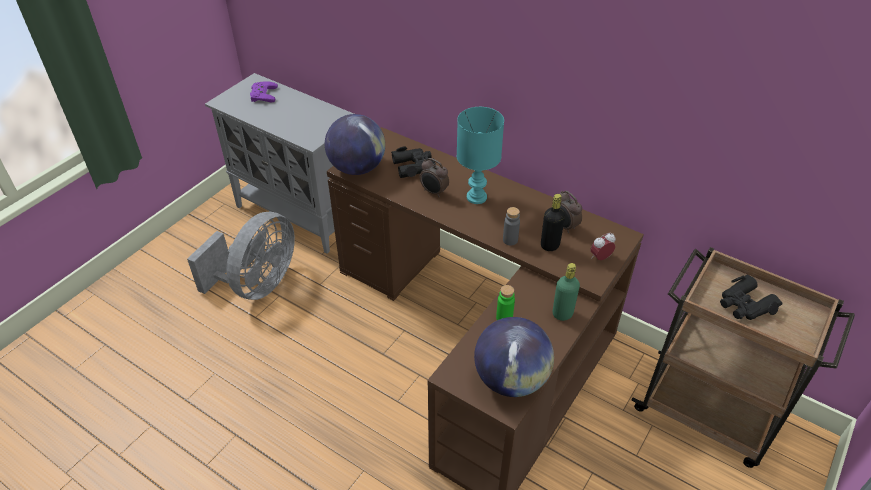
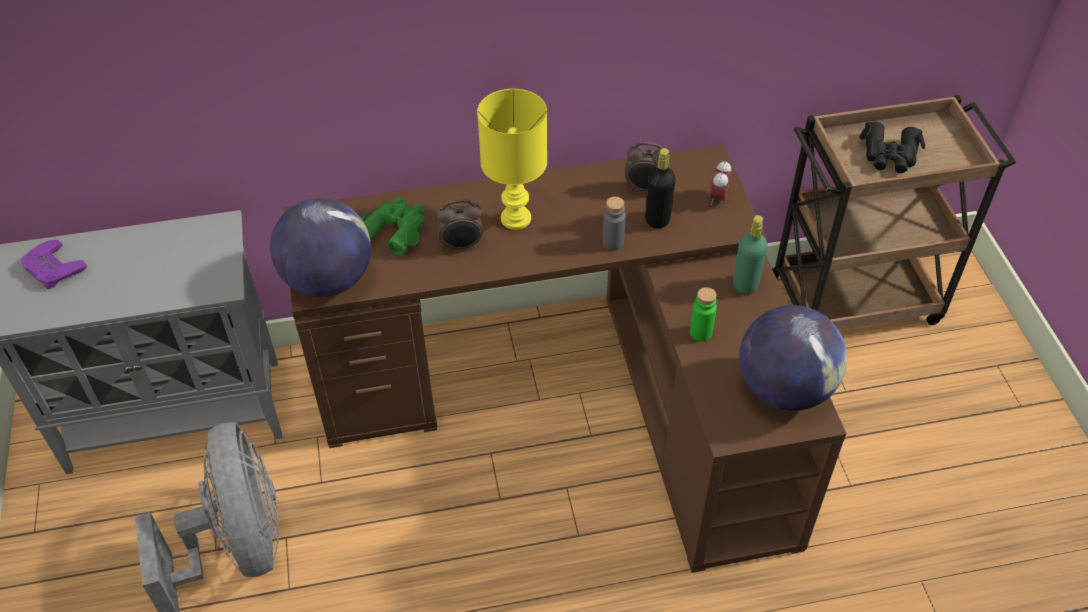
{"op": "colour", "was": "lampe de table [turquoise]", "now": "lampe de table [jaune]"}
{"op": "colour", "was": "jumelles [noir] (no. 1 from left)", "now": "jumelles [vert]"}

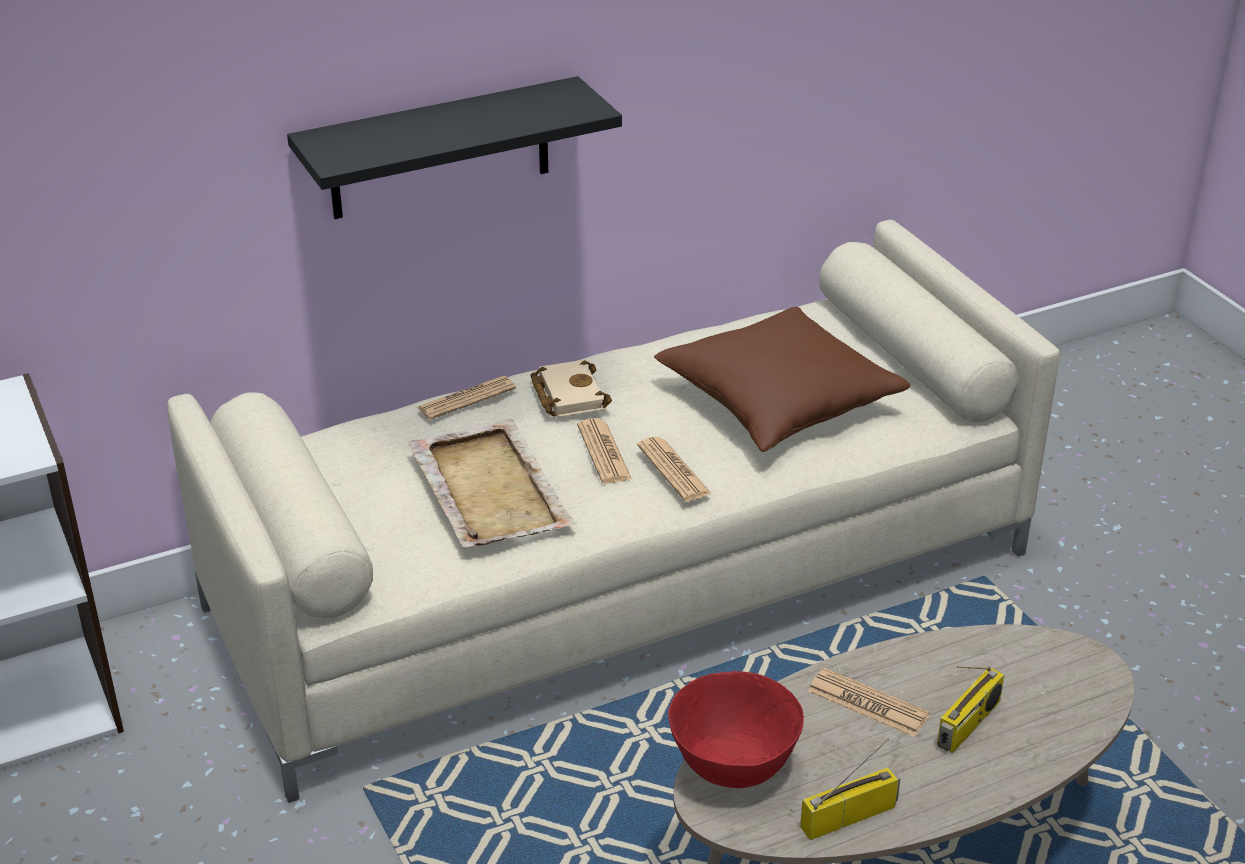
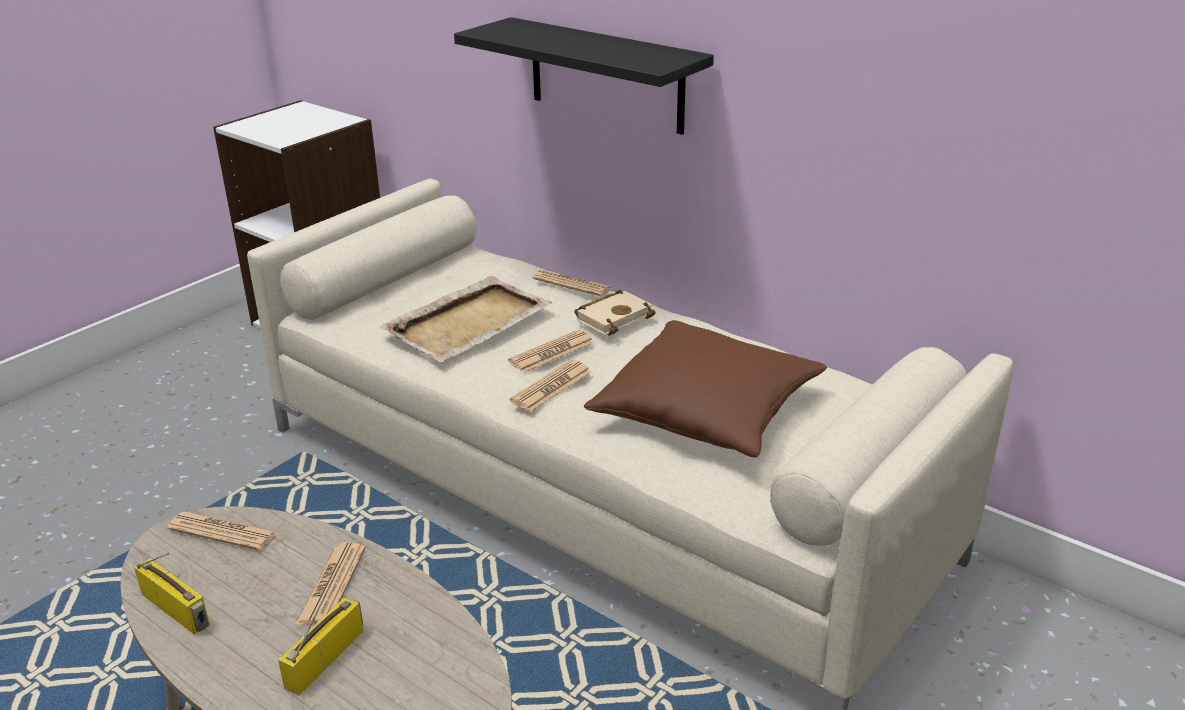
{"op": "spun", "was": "radio (no. 2 from left)", "clockwise": 105}
{"op": "exchanged", "was": "bol [rouge]", "now": "journal (no. 1 from left)"}

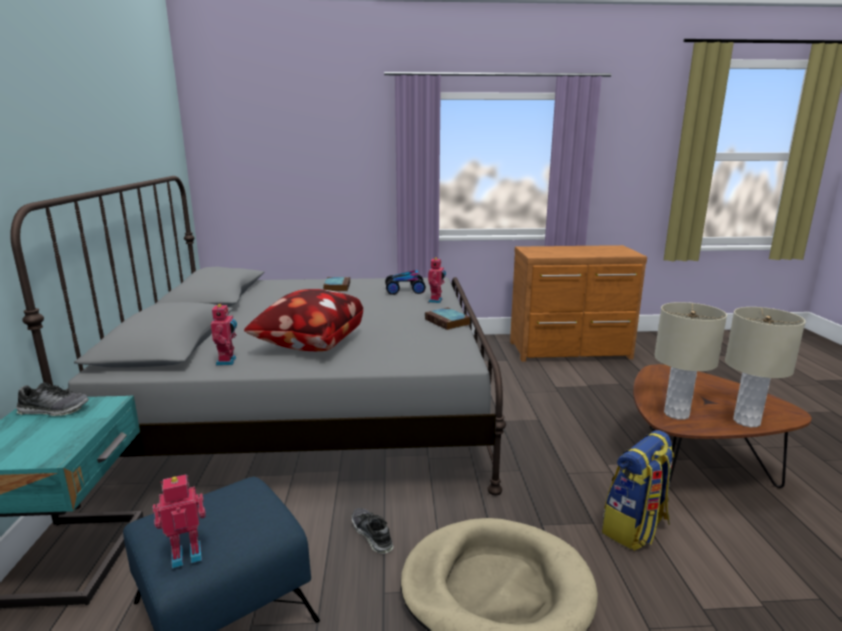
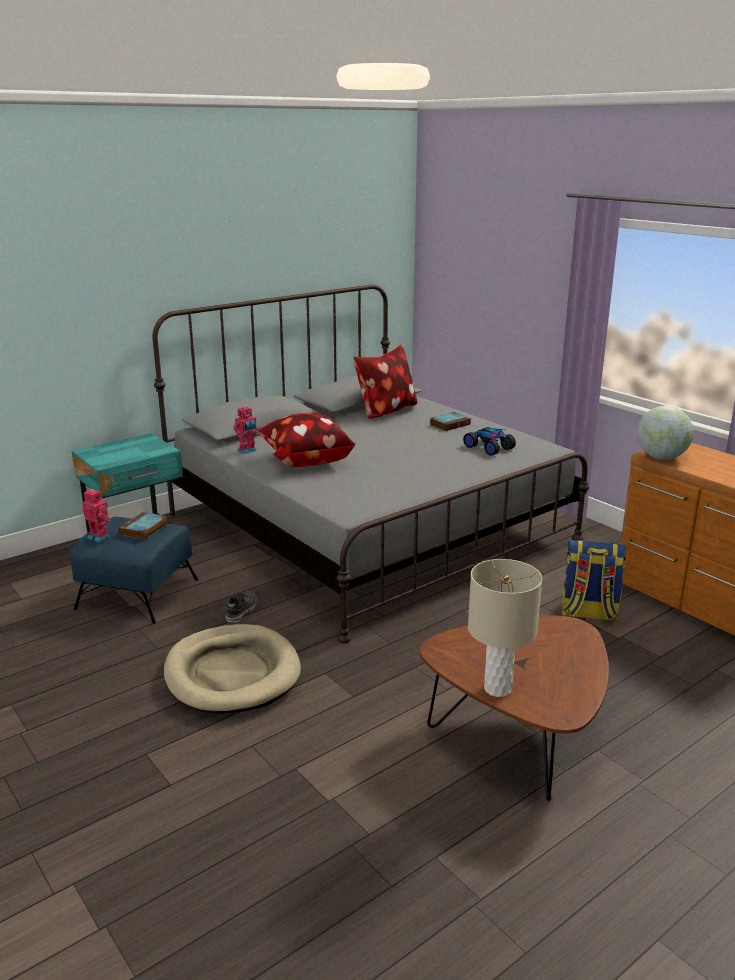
{"op": "missing", "was": "robot jouet (no. 3 from left)"}
{"op": "missing", "was": "lampe de table [beige] (no. 1 from left)"}
{"op": "relocated", "was": "livre (no. 2 from left in the first image)", "now": "livre (no. 1 from left)"}
{"op": "missing", "was": "chaussure (no. 1 from left)"}
{"op": "relocated", "was": "sac à dos"}
{"op": "appeared", "now": "coussin (no. 2 from left)"}
{"op": "appeared", "now": "globe"}

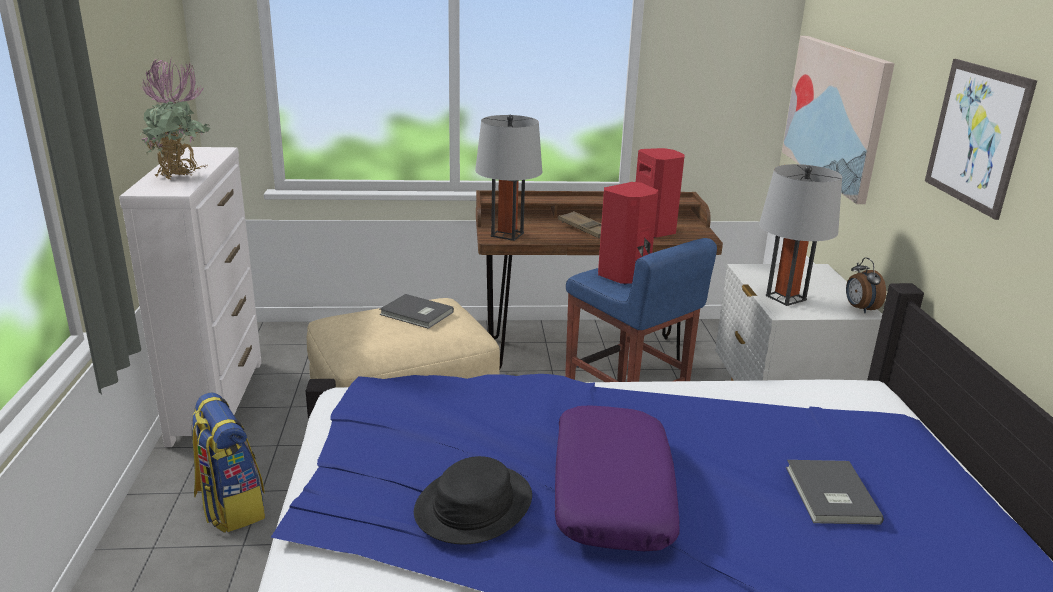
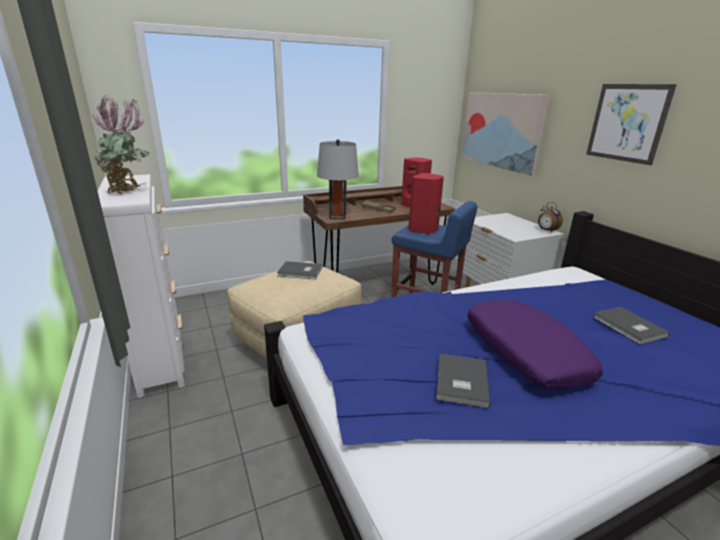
{"op": "missing", "was": "lampe de table [gris] (no. 2 from left)"}
{"op": "missing", "was": "sac à dos"}
{"op": "exchanged", "was": "chapeau [noir]", "now": "livre [gris] (no. 2 from left)"}

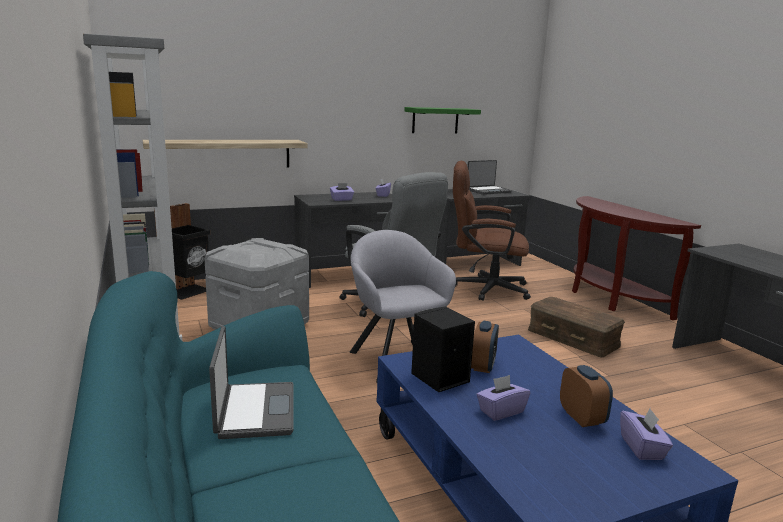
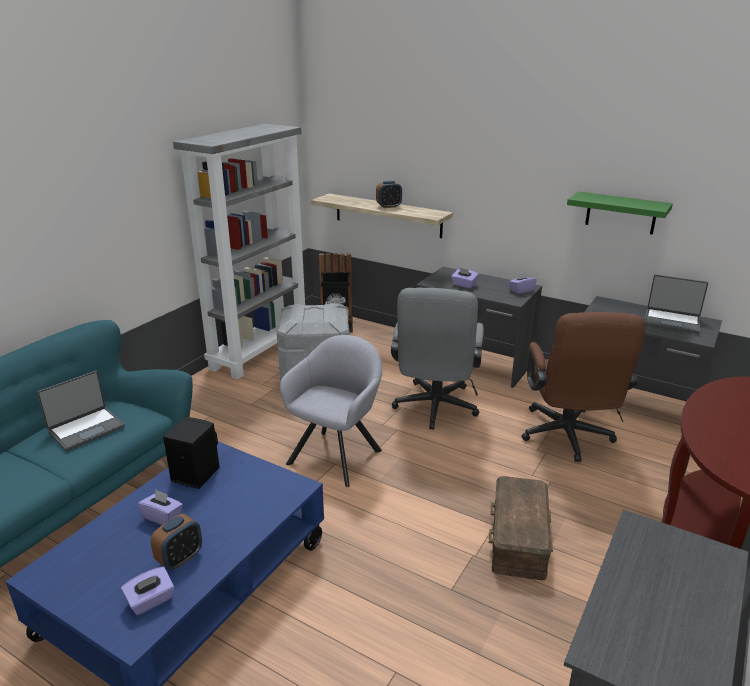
{"op": "spun", "was": "chaise de bureau [marron]", "clockwise": -150}
{"op": "relocated", "was": "réveil (no. 1 from left in the first image)", "now": "réveil (no. 2 from left)"}

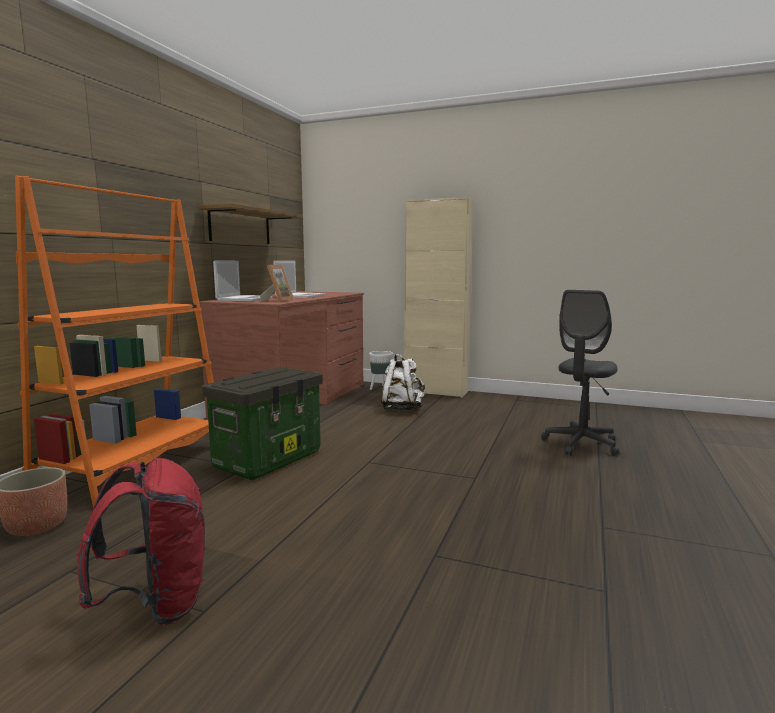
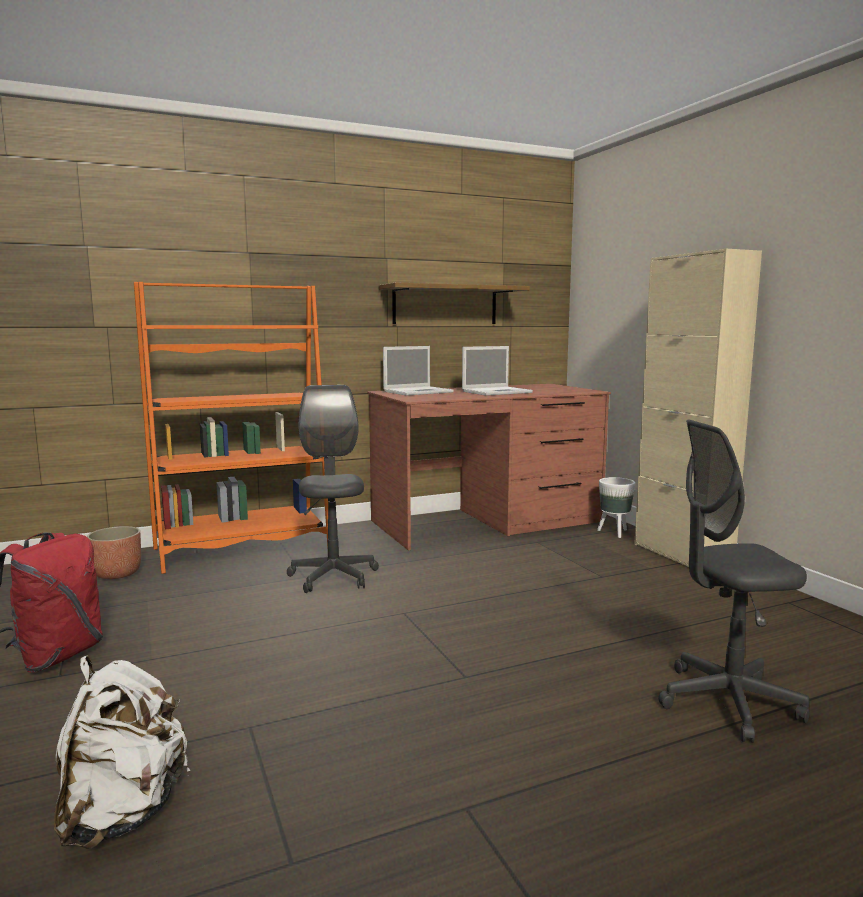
{"op": "missing", "was": "cadre photo"}
{"op": "relocated", "was": "sac à dos [blanc]"}
{"op": "exchanged", "was": "boîte de rangement", "now": "chaise de bureau [gris] (no. 1 from left)"}

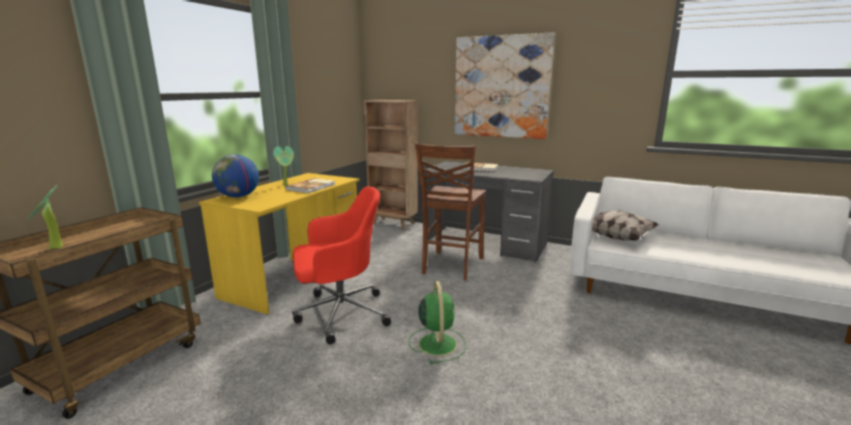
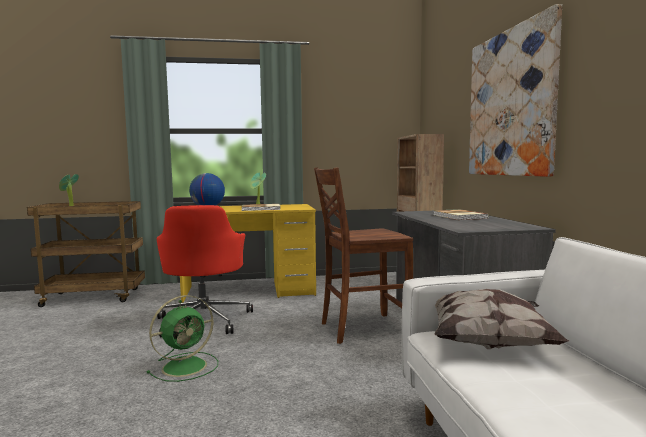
{"op": "spun", "was": "chaise de bureau [rouge]", "clockwise": 45}

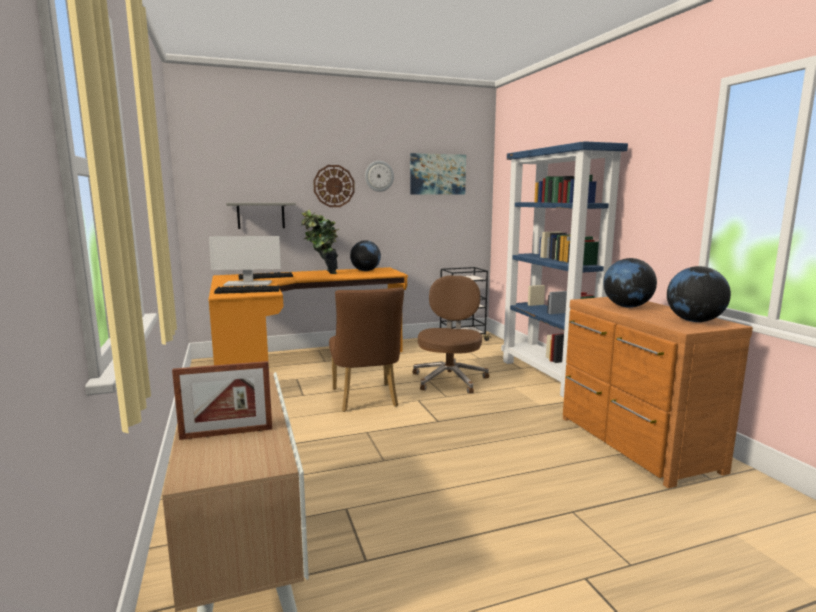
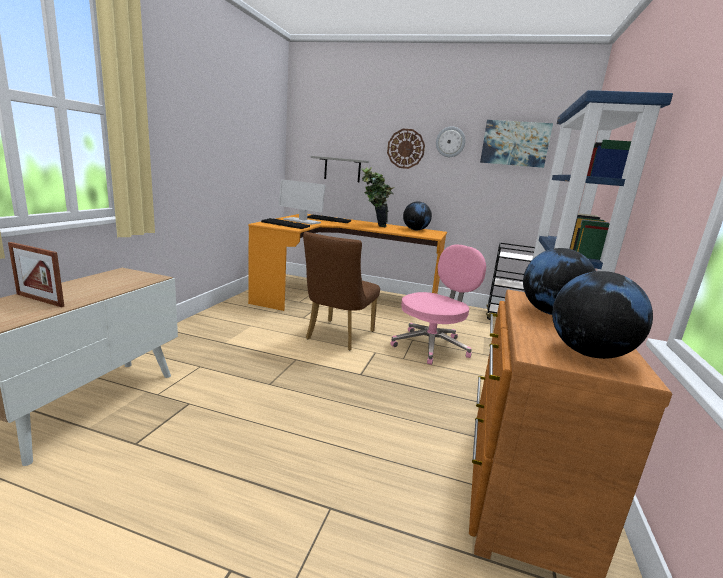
{"op": "colour", "was": "chaise de bureau [marron]", "now": "chaise de bureau [rose]"}

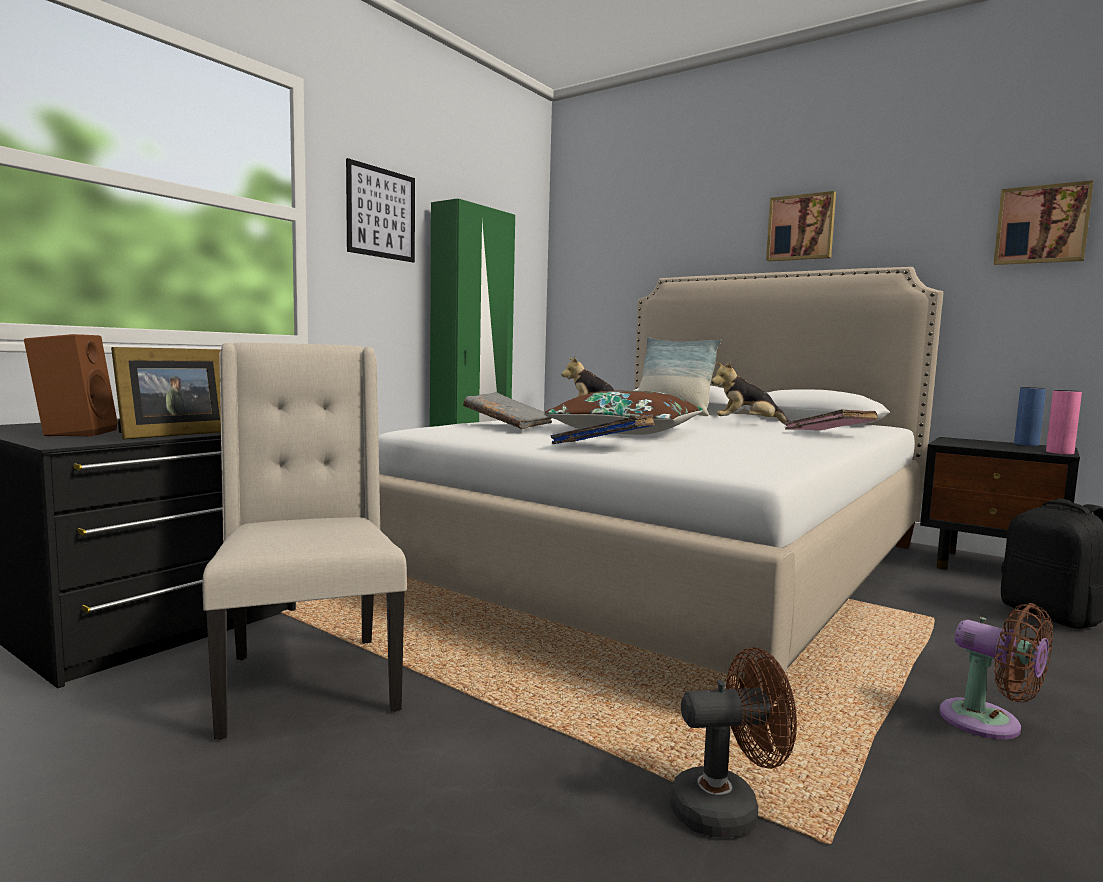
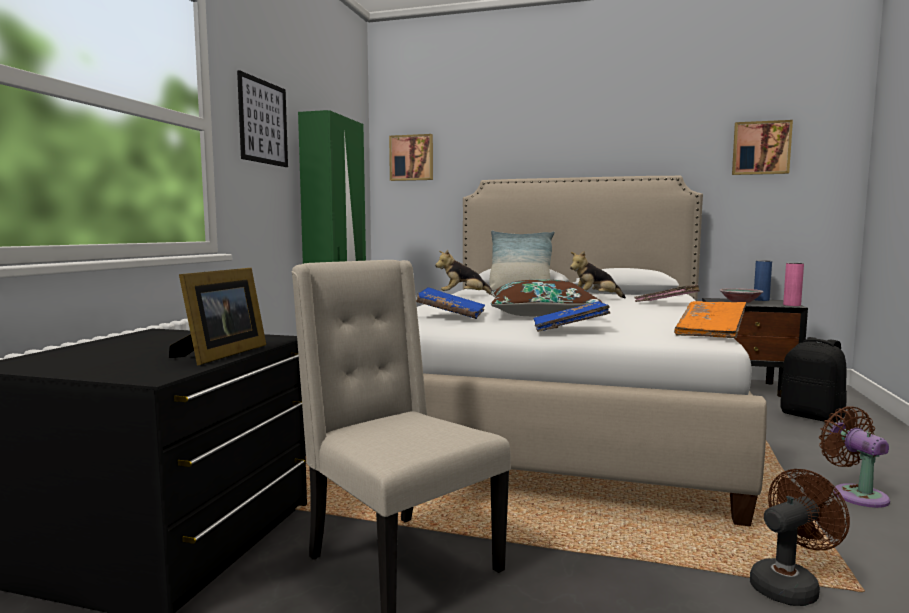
{"op": "relocated", "was": "tableau (no. 2 from left)"}
{"op": "missing", "was": "enceinte [marron]"}
{"op": "colour", "was": "livre [gris]", "now": "livre [bleu] (no. 1 from left)"}
{"op": "spun", "was": "ventilateur [marron] (no. 2 from left)", "clockwise": -135}
{"op": "appeared", "now": "bol"}
{"op": "appeared", "now": "livre [orange]"}

